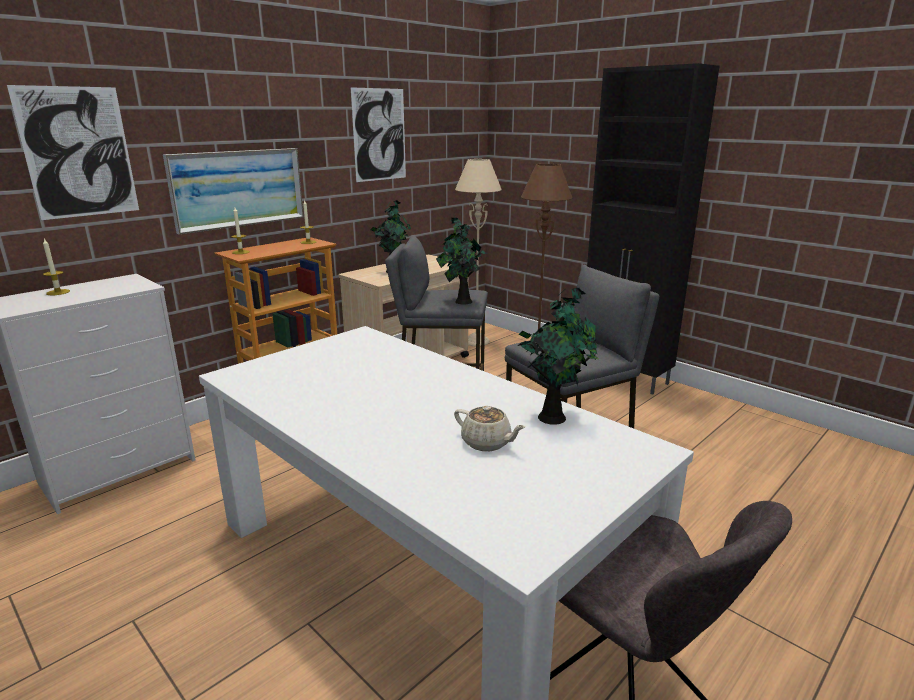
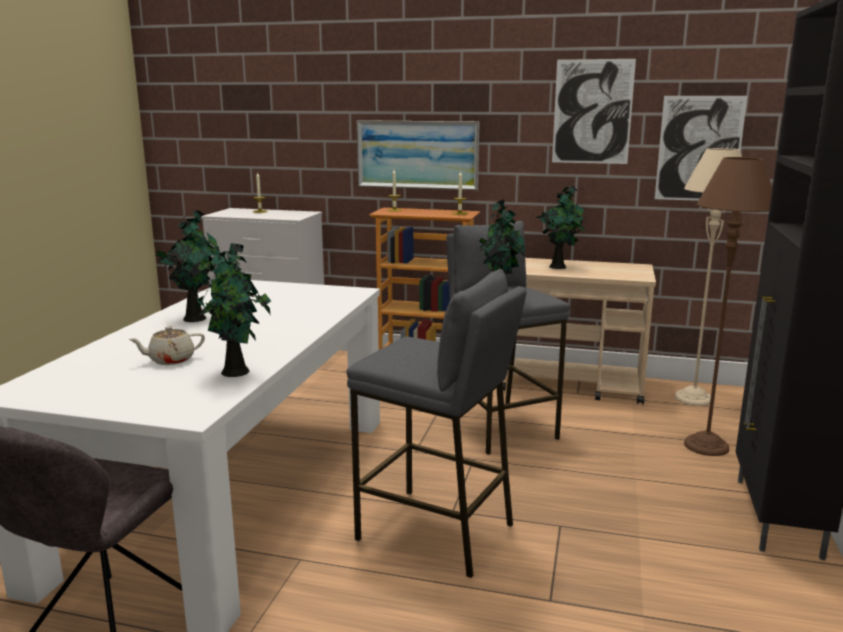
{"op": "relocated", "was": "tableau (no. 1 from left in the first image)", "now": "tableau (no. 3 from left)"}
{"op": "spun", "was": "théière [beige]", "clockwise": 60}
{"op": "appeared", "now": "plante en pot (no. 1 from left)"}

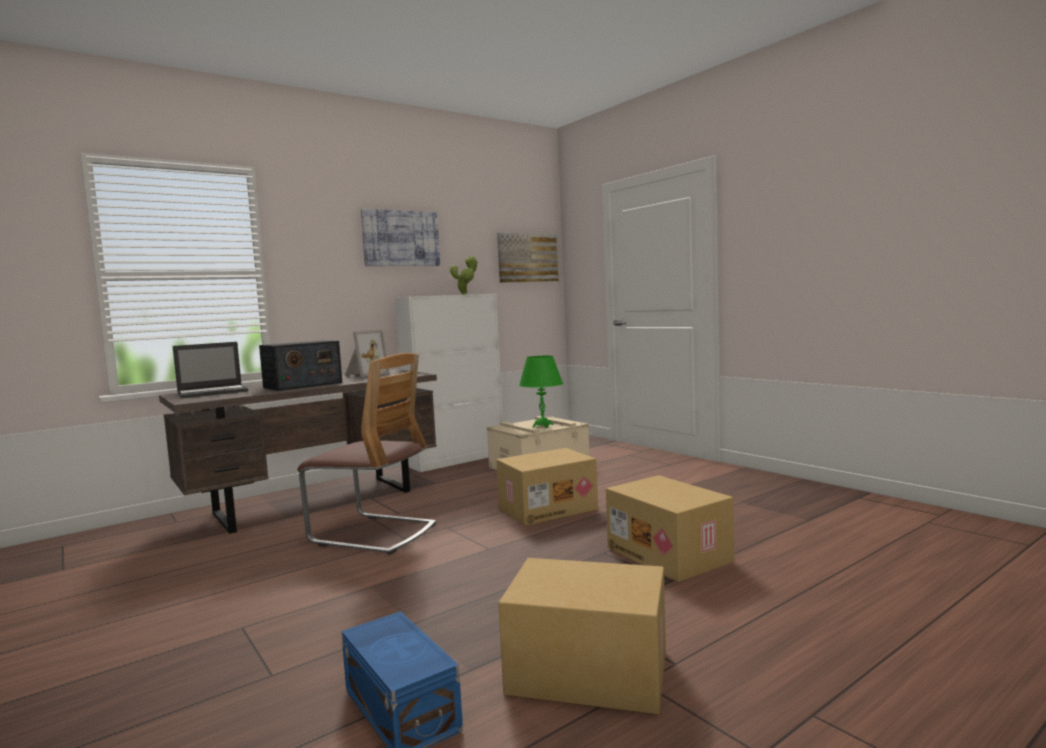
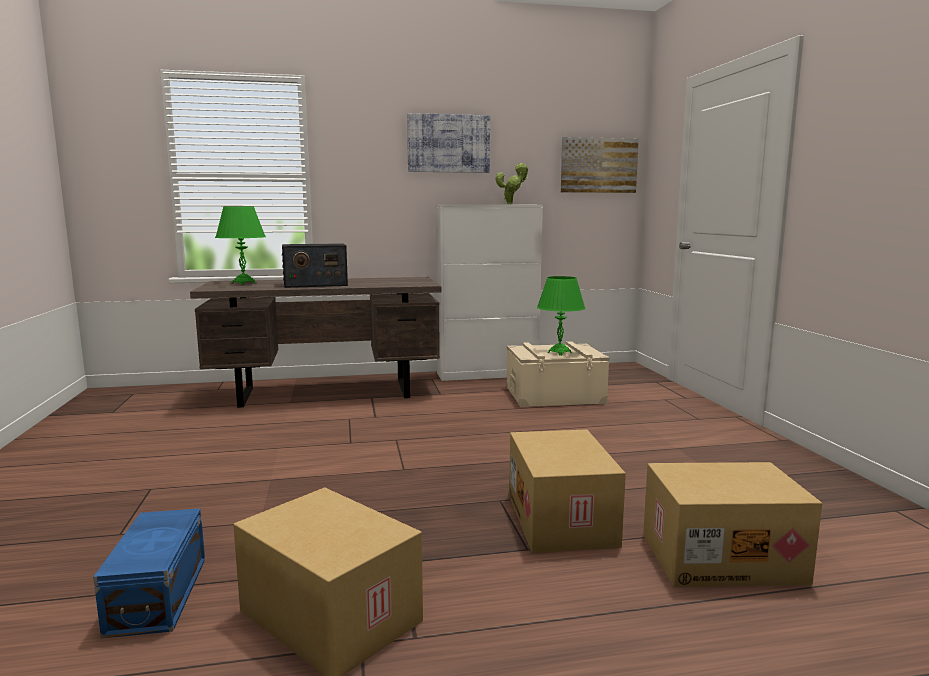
{"op": "missing", "was": "cadre photo"}
{"op": "exchanged", "was": "ordinateur portable", "now": "lampe de table [vert] (no. 1 from left)"}
{"op": "missing", "was": "chaise"}
{"op": "relocated", "was": "carton (no. 1 from left in the first image)", "now": "carton (no. 3 from left)"}

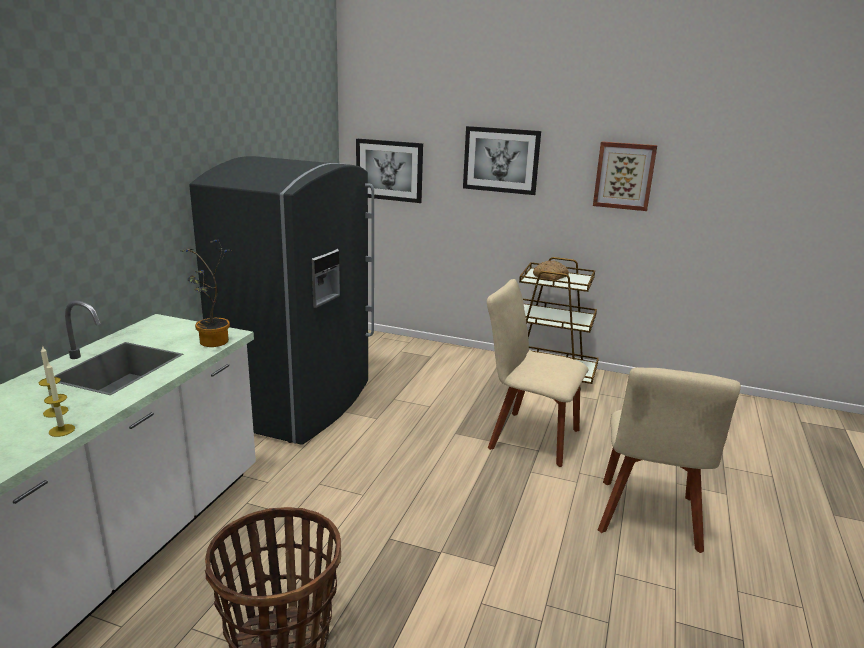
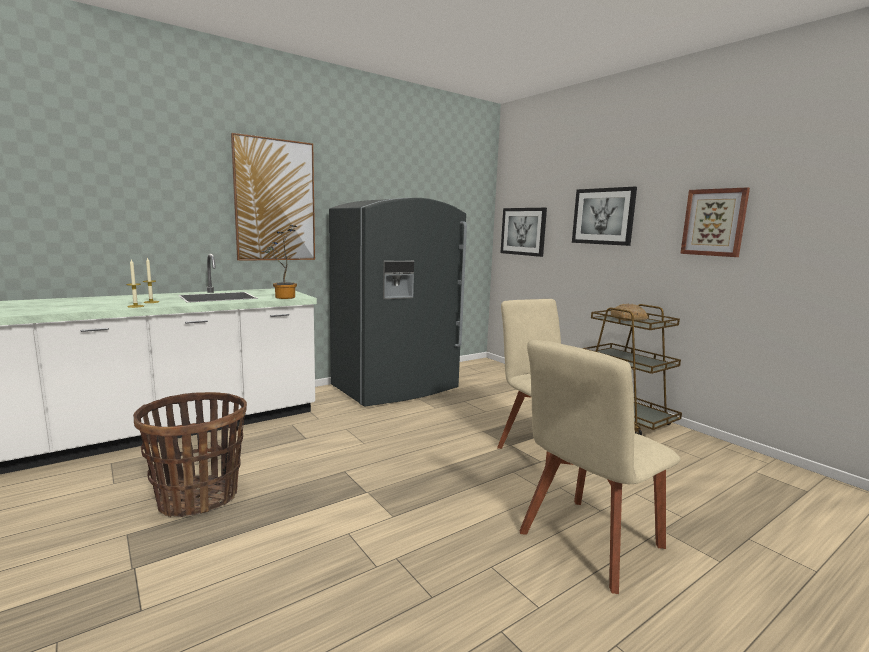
{"op": "appeared", "now": "tableau (no. 1 from left)"}

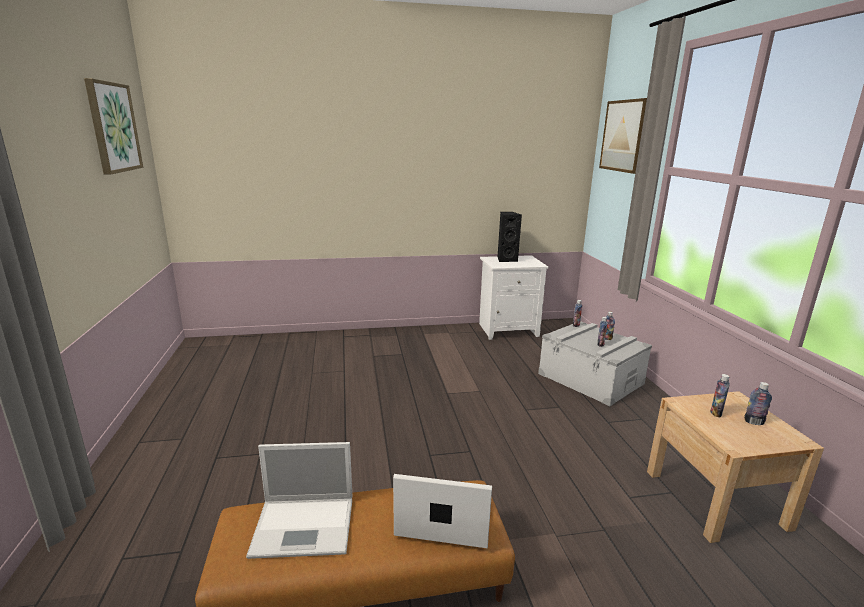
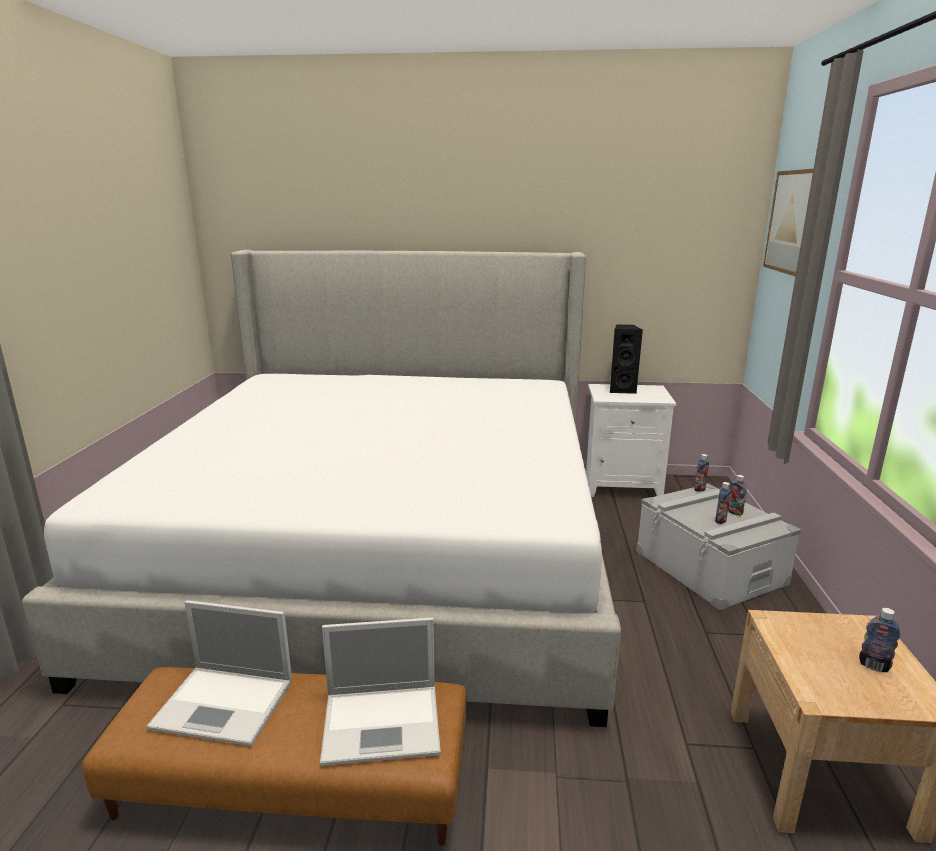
{"op": "missing", "was": "tableau (no. 1 from left)"}
{"op": "missing", "was": "bouteille (no. 4 from left)"}
{"op": "spun", "was": "ordinateur portable (no. 2 from left)", "clockwise": 150}
{"op": "appeared", "now": "lit"}

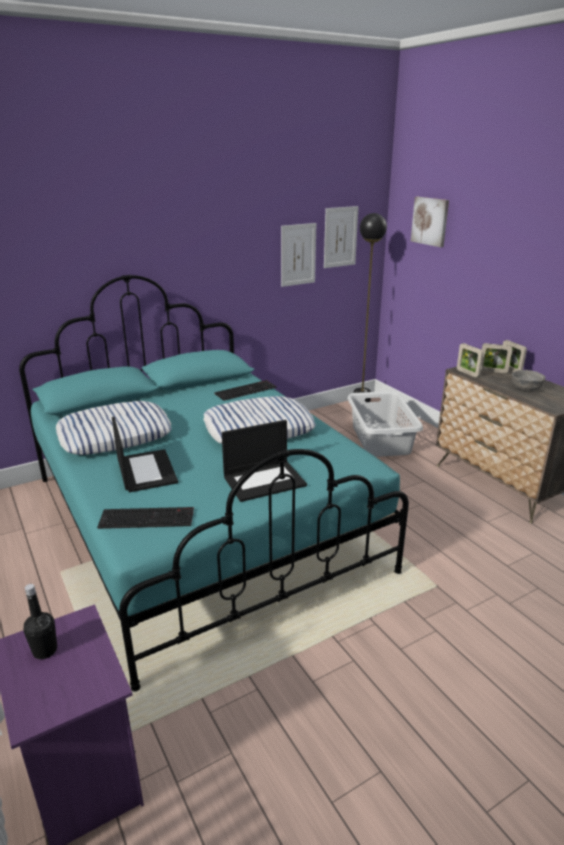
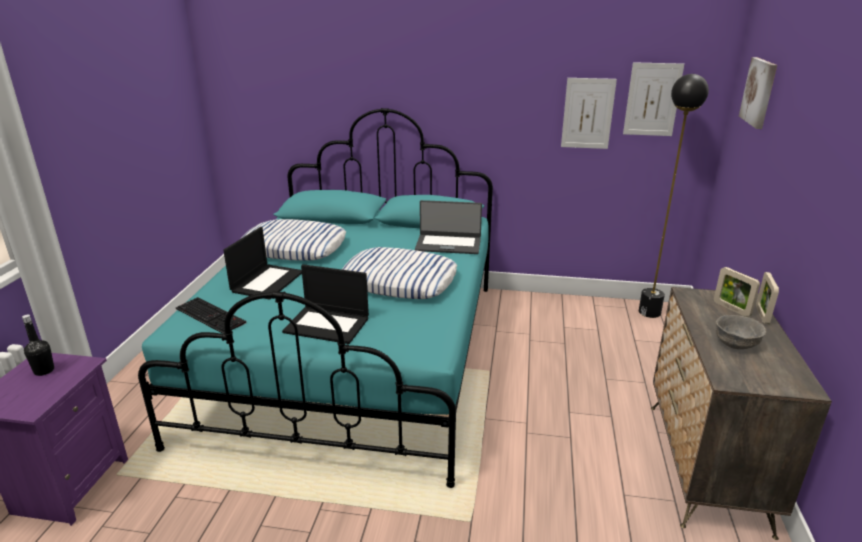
{"op": "missing", "was": "cadre photo (no. 1 from left)"}
{"op": "exchanged", "was": "clavier (no. 2 from left)", "now": "ordinateur portable (no. 3 from left)"}
{"op": "missing", "was": "panier à linge [gris]"}

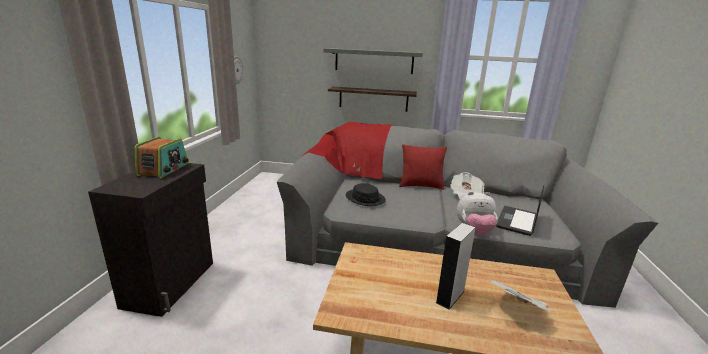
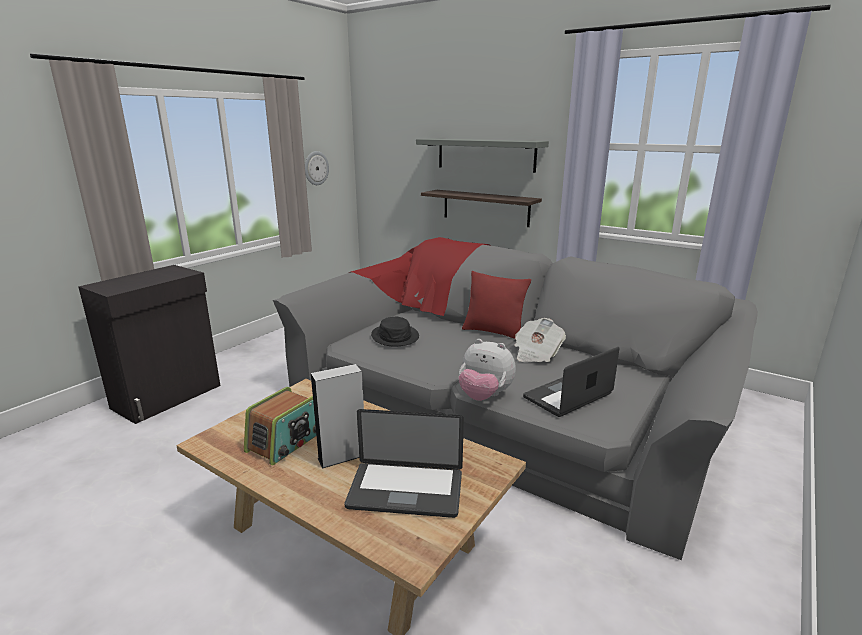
{"op": "relocated", "was": "radio"}
{"op": "exchanged", "was": "journal (no. 2 from left)", "now": "ordinateur portable (no. 1 from left)"}

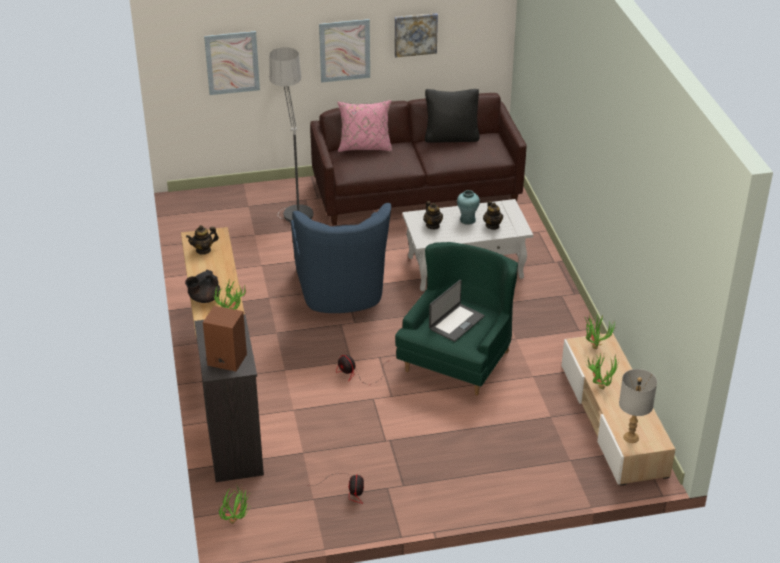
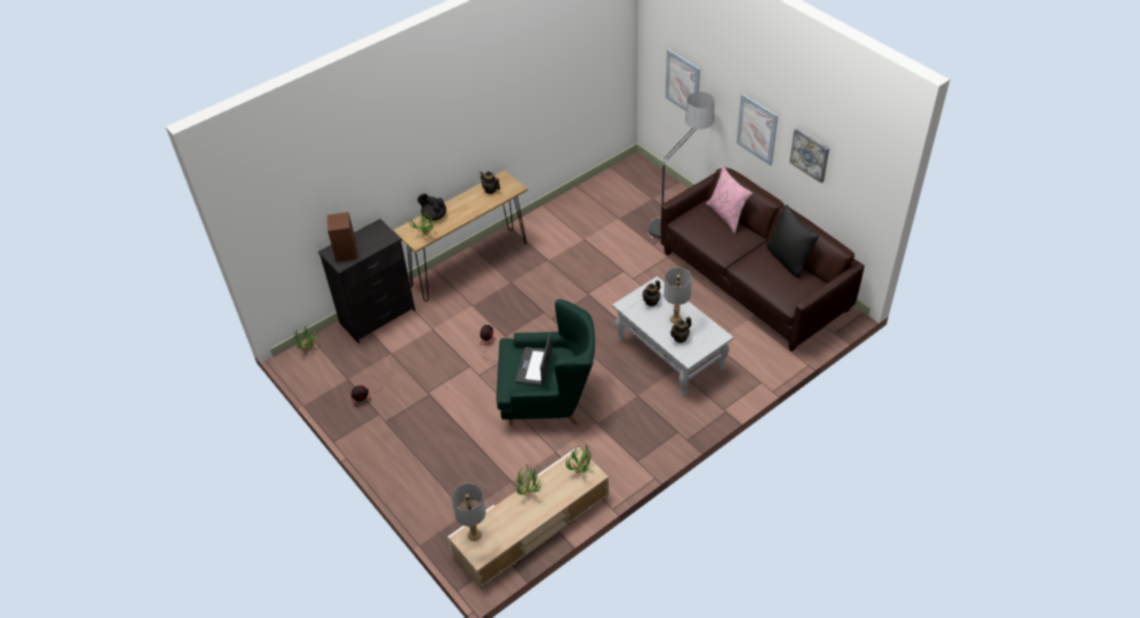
{"op": "exchanged", "was": "vase [turquoise]", "now": "lampe de table [gris] (no. 2 from left)"}
{"op": "missing", "was": "fauteuil [bleu]"}
{"op": "spun", "was": "ordinateur portable", "clockwise": 90}

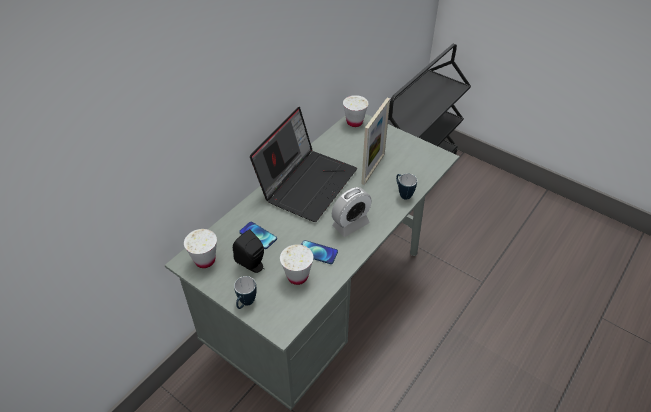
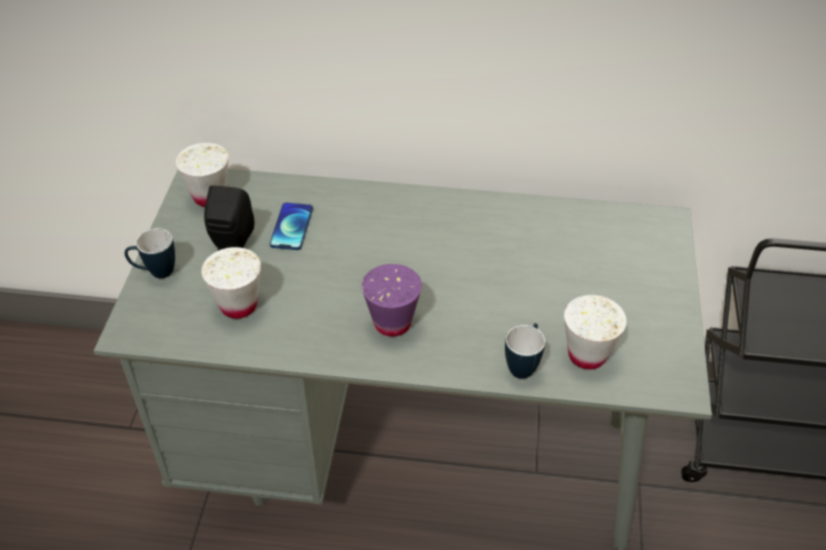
{"op": "relocated", "was": "tasse [blanc] (no. 3 from left)"}
{"op": "missing", "was": "cadre photo"}
{"op": "missing", "was": "ordinateur portable"}
{"op": "exchanged", "was": "réveil", "now": "tasse [violet]"}
{"op": "missing", "was": "téléphone (no. 2 from left)"}

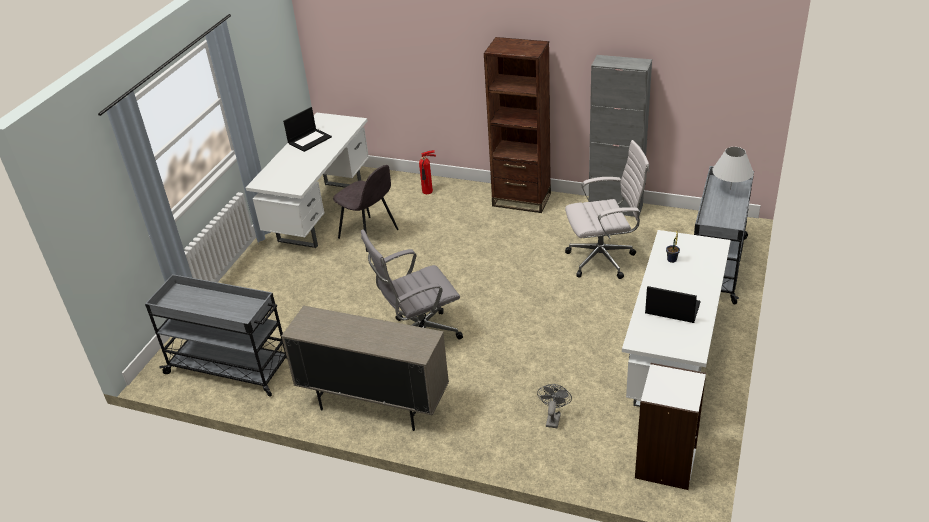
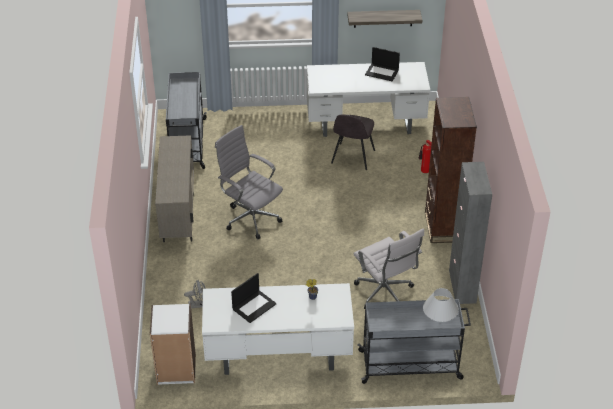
{"op": "spun", "was": "ordinateur portable (no. 2 from left in the first image)", "clockwise": 45}
{"op": "appeared", "now": "étagère"}

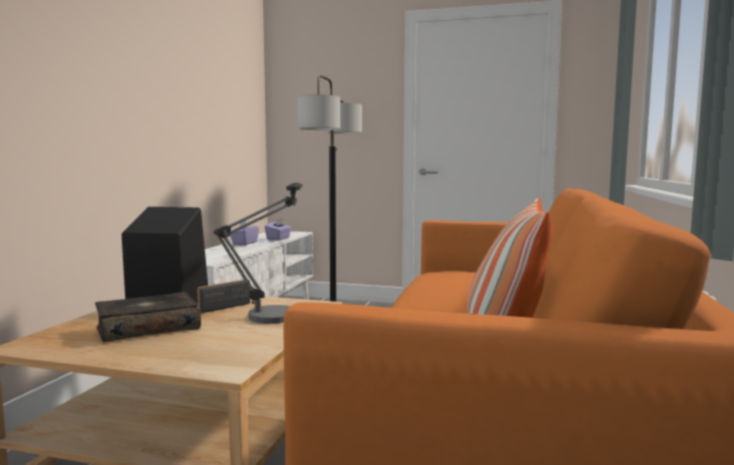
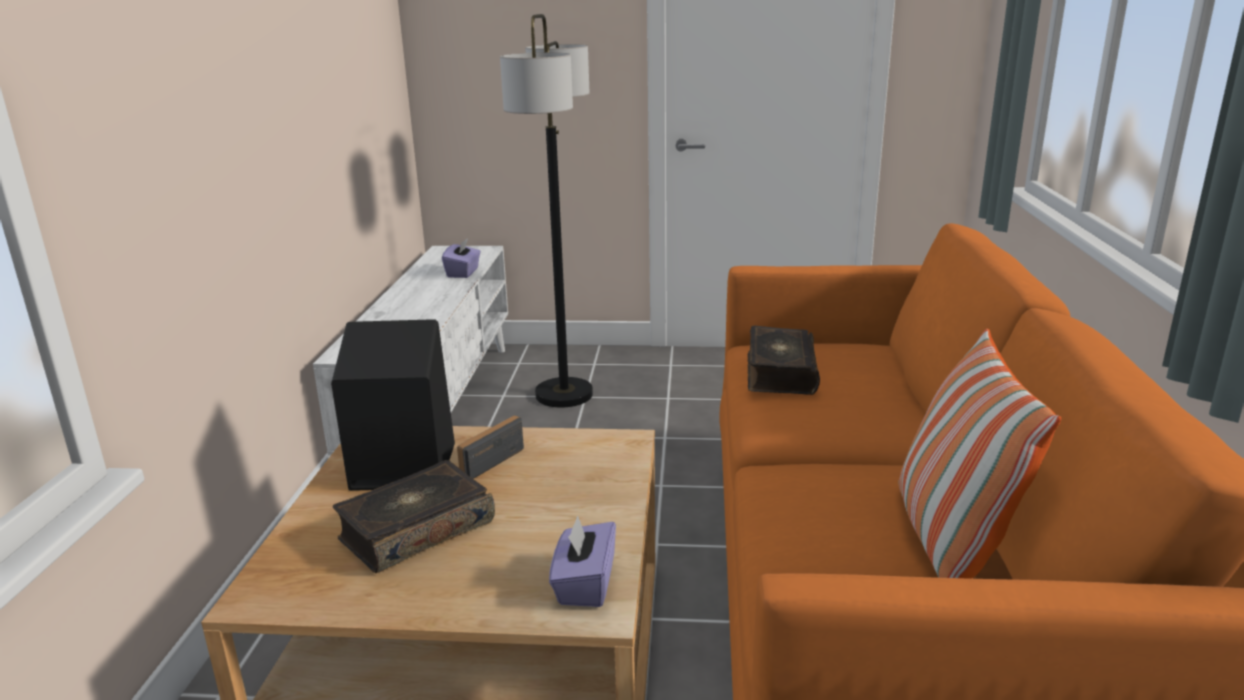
{"op": "missing", "was": "lampe de table"}
{"op": "relocated", "was": "boîte à mouchoirs [violet] (no. 1 from left in the first image)", "now": "boîte à mouchoirs [violet] (no. 2 from left)"}
{"op": "appeared", "now": "livre (no. 2 from left)"}

